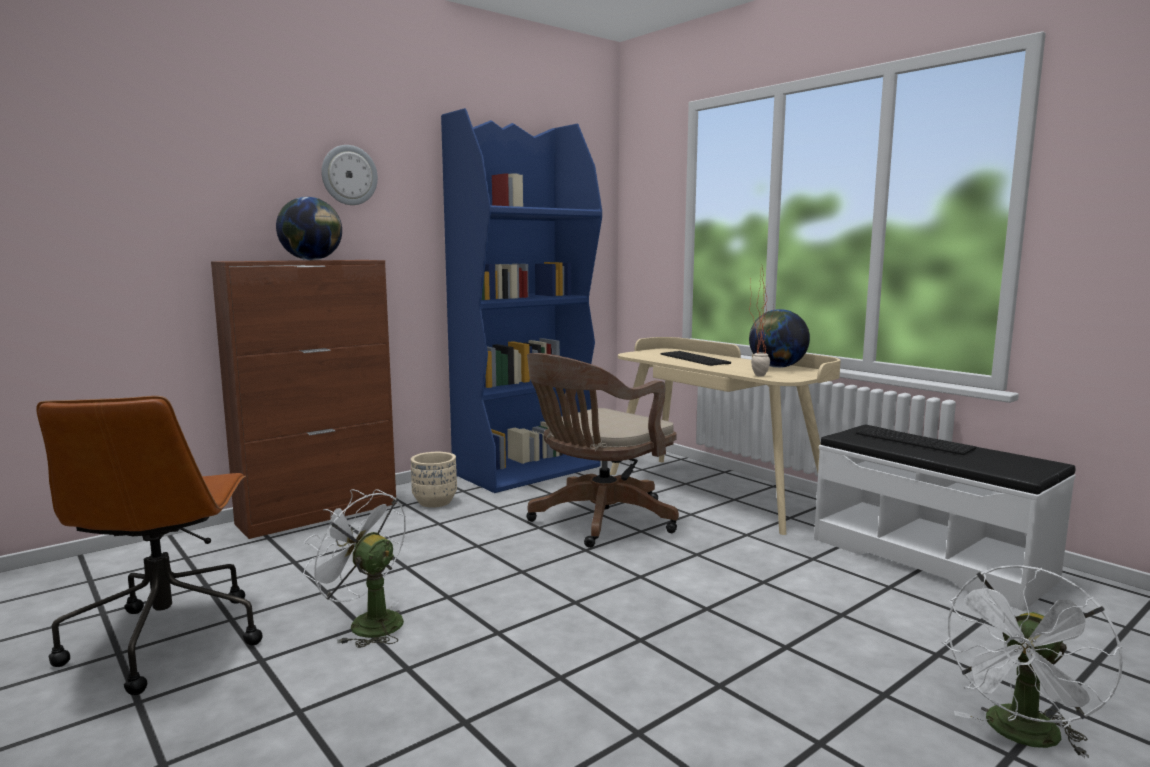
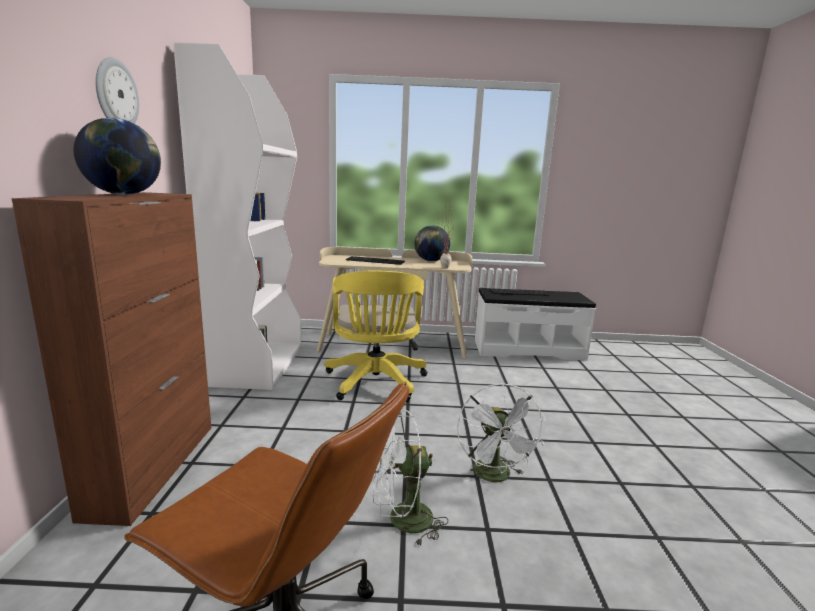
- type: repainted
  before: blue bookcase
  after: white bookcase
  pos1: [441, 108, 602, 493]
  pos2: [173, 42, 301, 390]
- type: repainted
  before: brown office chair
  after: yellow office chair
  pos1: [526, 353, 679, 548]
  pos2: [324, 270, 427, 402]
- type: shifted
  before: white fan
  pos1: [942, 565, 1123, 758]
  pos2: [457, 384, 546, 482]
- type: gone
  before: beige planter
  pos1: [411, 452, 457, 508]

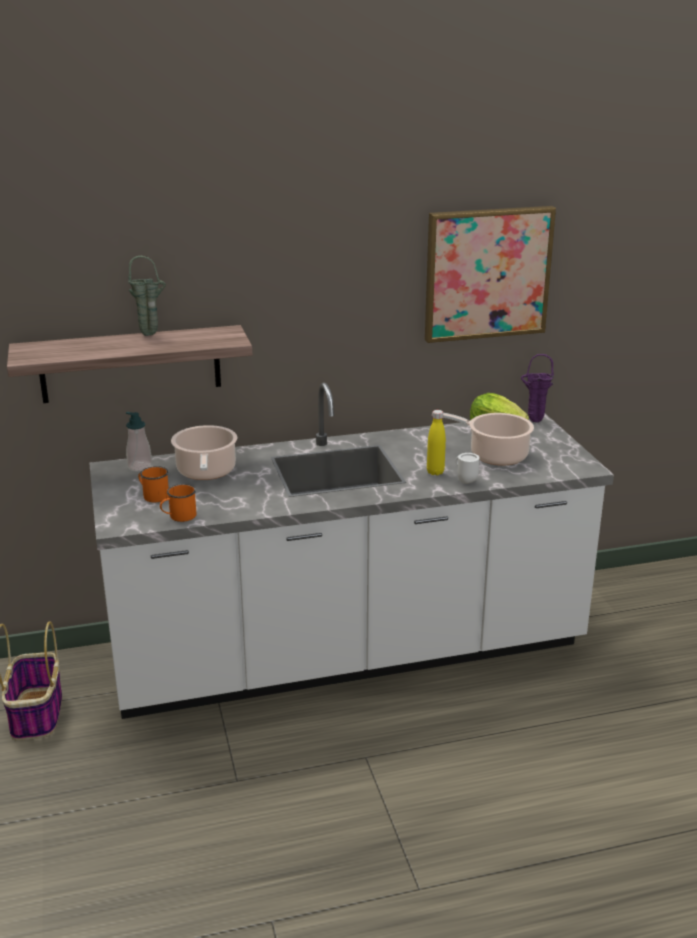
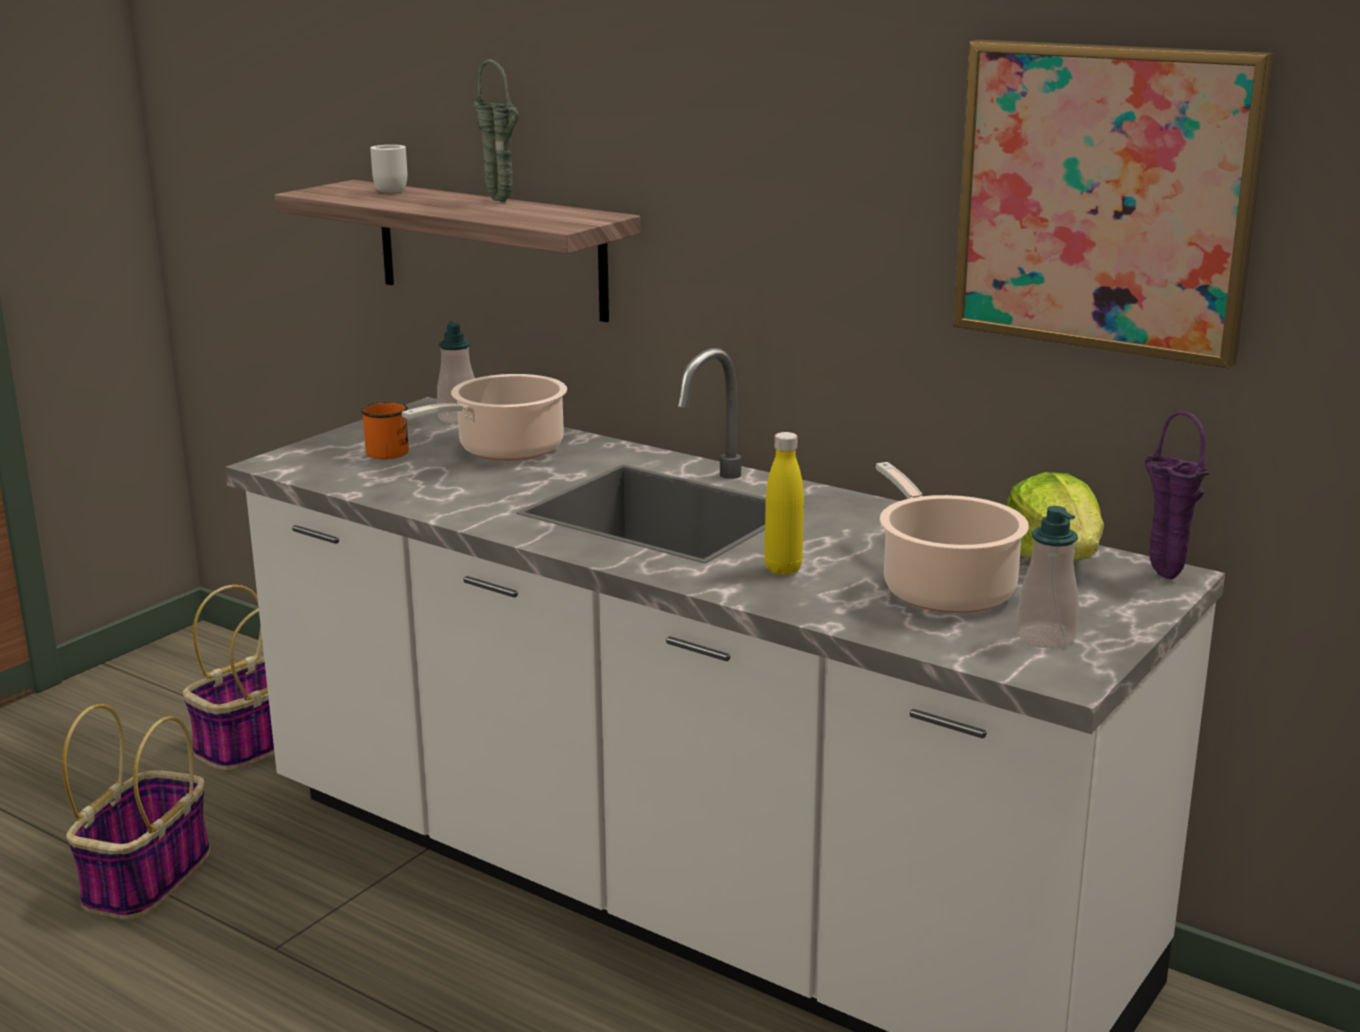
- type: new
  after: basket
  pos2: [62, 704, 210, 919]
- type: shifted
  before: white mug
  pos1: [456, 453, 480, 484]
  pos2: [370, 145, 407, 193]
- type: new
  after: soap dispenser
  pos2: [1017, 506, 1079, 649]
- type: gone
  before: orange mug
  pos1: [160, 484, 196, 522]

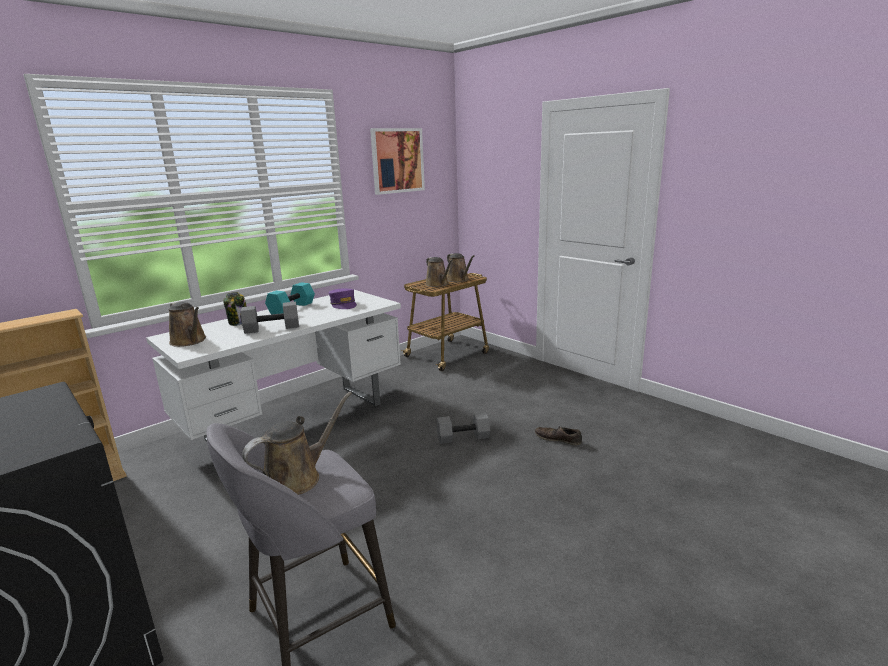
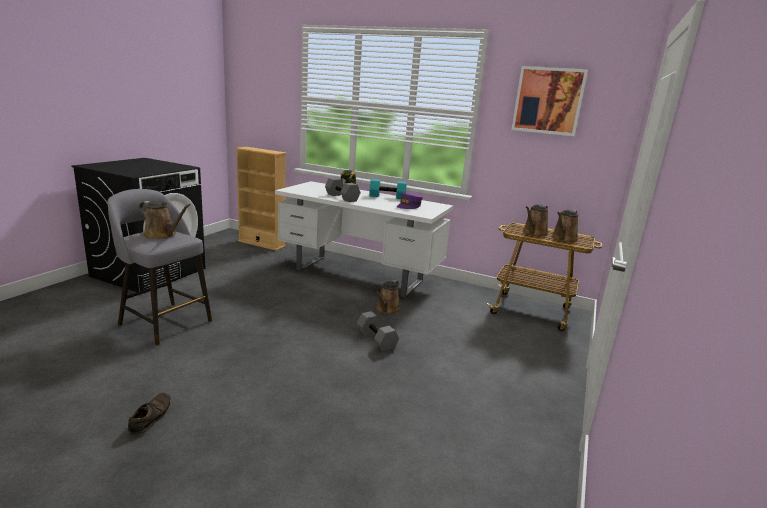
- type: shifted
  before: brown shoe
  pos1: [535, 427, 582, 445]
  pos2: [128, 393, 171, 435]
- type: shifted
  before: brown watering can
  pos1: [169, 302, 206, 347]
  pos2: [375, 280, 401, 314]

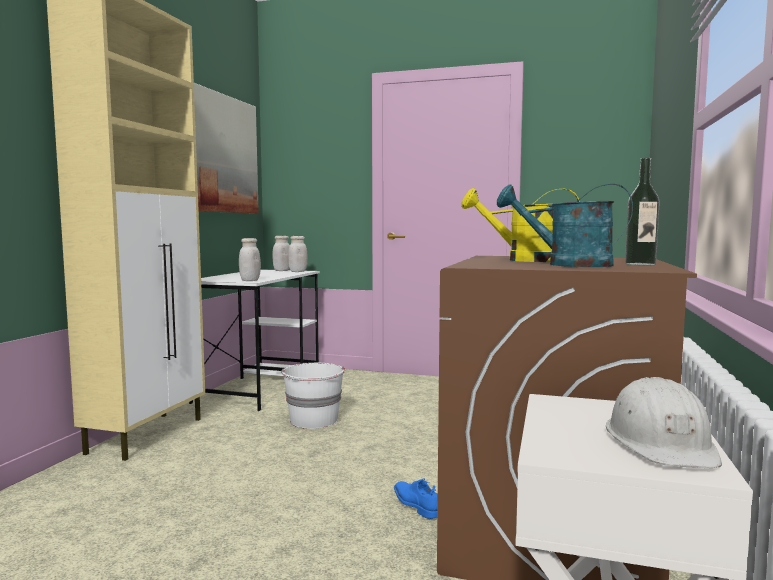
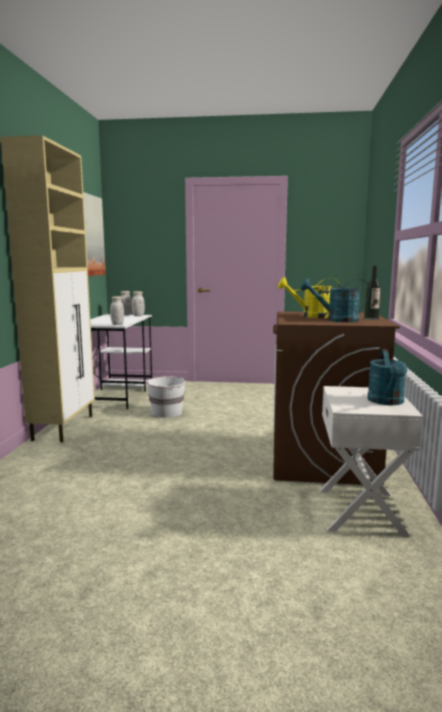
- type: swapped
  before: white hard hat
  after: turquoise watering can
  pos1: [606, 377, 722, 468]
  pos2: [367, 349, 407, 405]
- type: gone
  before: blue shoe
  pos1: [394, 478, 438, 519]

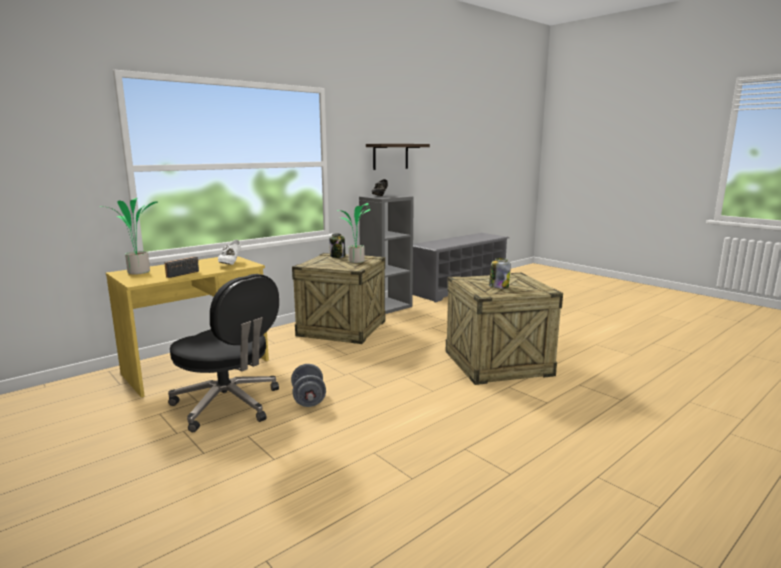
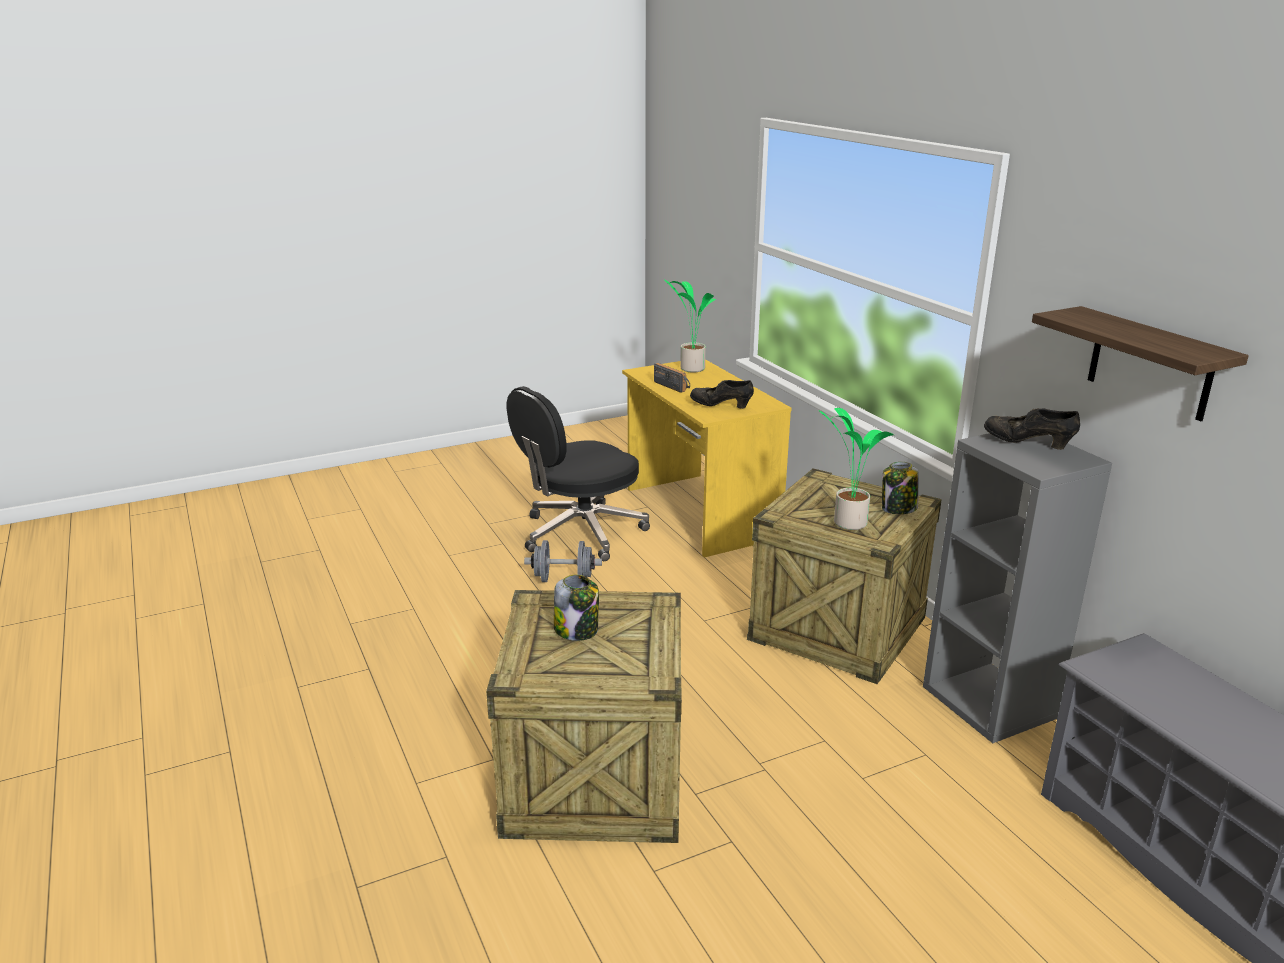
- type: repainted
  before: white shoe
  after: black shoe
  pos1: [218, 240, 241, 265]
  pos2: [690, 380, 754, 409]

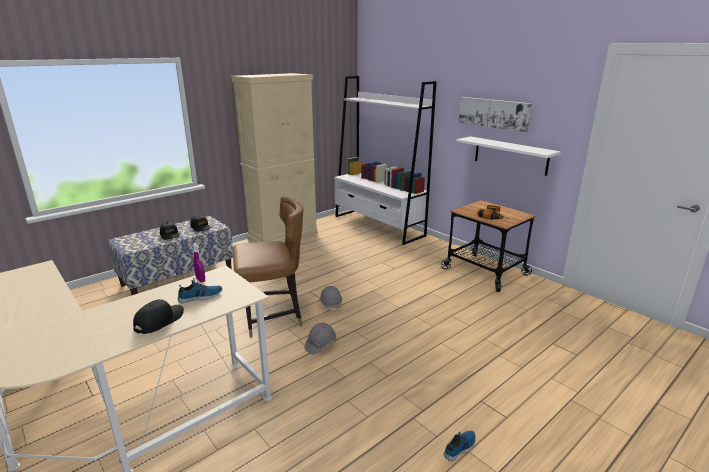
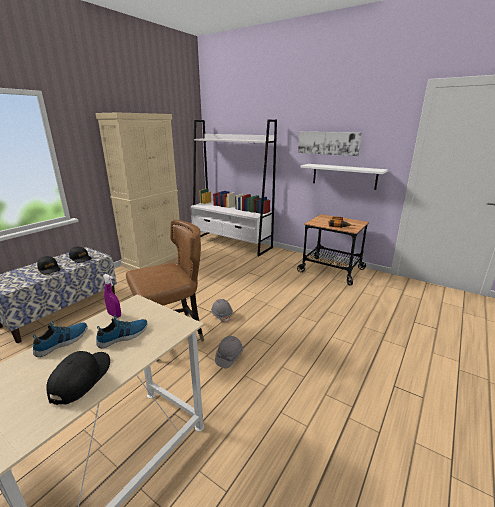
- type: shifted
  before: shoe
  pos1: [444, 431, 476, 461]
  pos2: [33, 321, 88, 357]

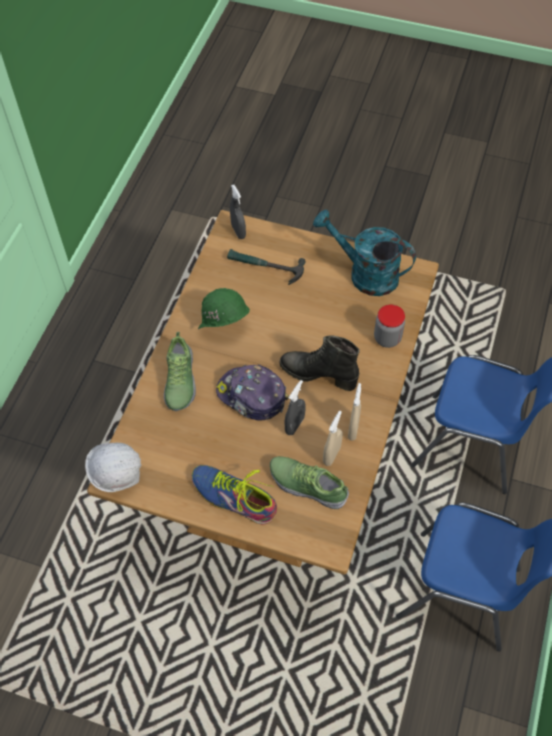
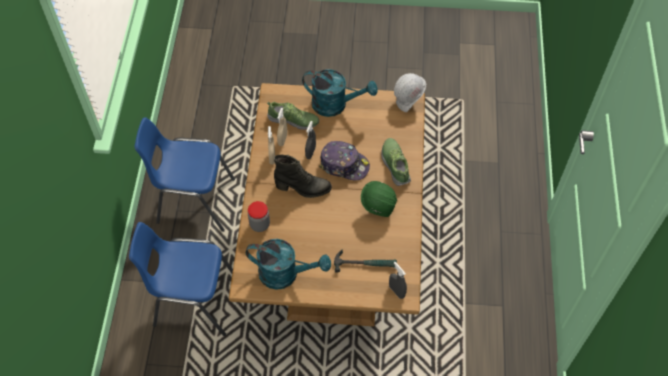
- type: swapped
  before: shoe
  after: turquoise watering can
  pos1: [192, 465, 277, 525]
  pos2: [302, 69, 378, 117]

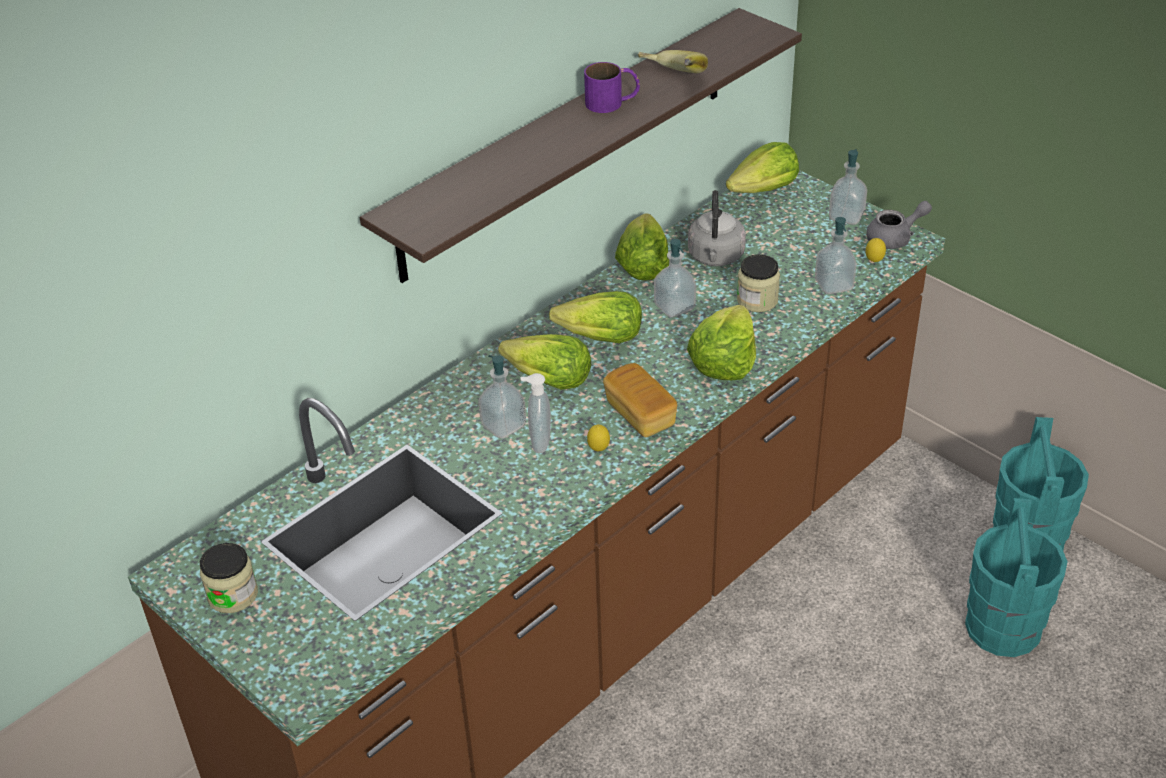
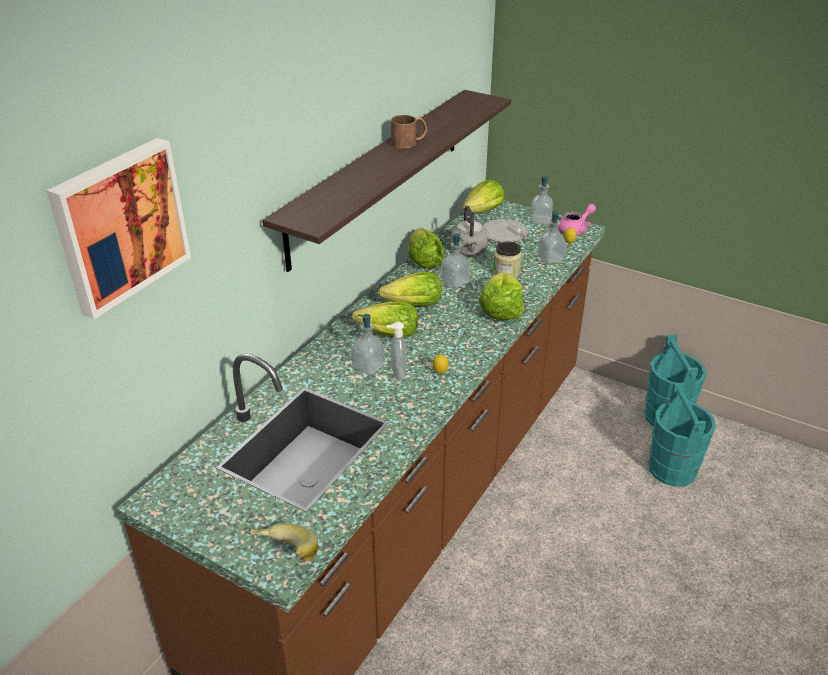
- type: new
  after: picture
  pos2: [46, 138, 191, 319]
- type: shifted
  before: banana
  pos1: [638, 50, 708, 73]
  pos2: [250, 523, 318, 561]
- type: repainted
  before: purple mug
  after: brown mug
  pos1: [584, 62, 640, 113]
  pos2: [391, 115, 427, 148]
- type: new
  after: plate
  pos2: [483, 219, 528, 242]
- type: repainted
  before: grey teapot
  after: pink teapot
  pos1: [866, 201, 932, 249]
  pos2: [558, 204, 596, 235]
- type: gone
  before: jar
  pos1: [200, 543, 258, 613]
- type: gone
  before: bread
  pos1: [603, 363, 677, 437]

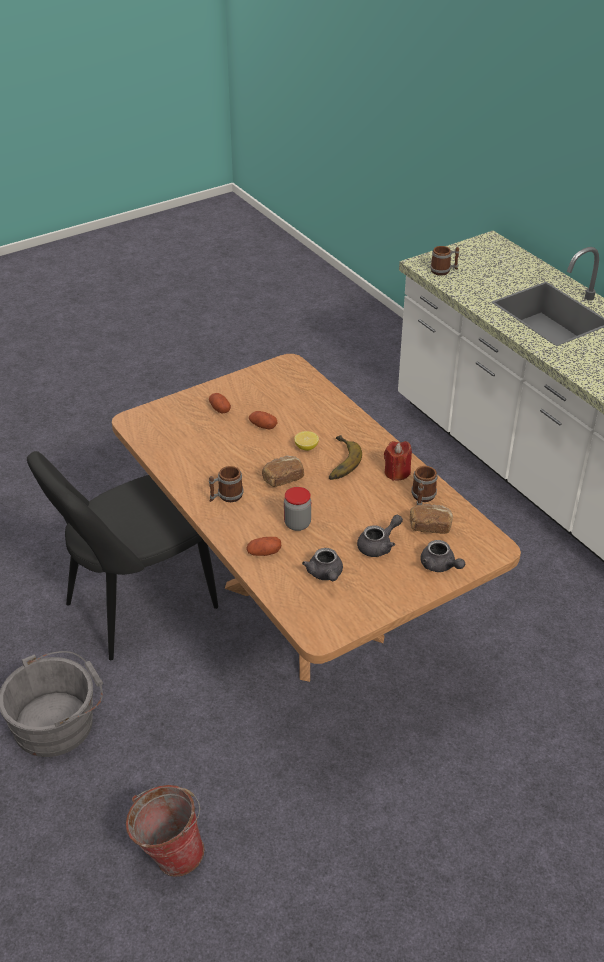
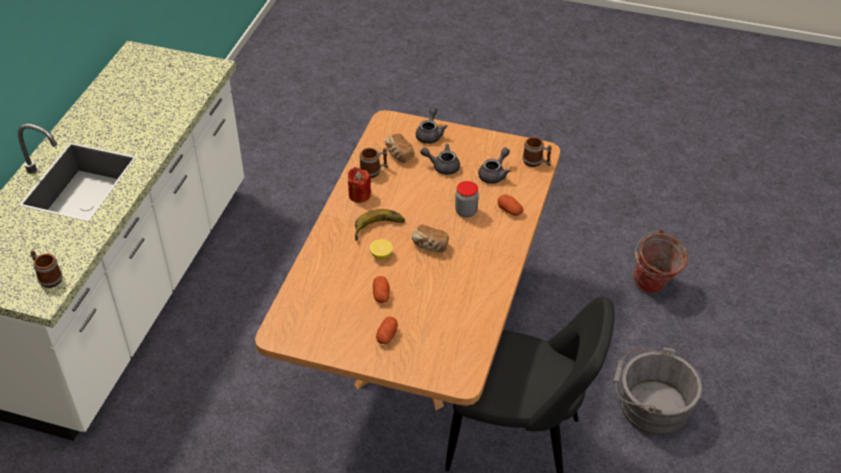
- type: shifted
  before: mug
  pos1: [209, 466, 244, 502]
  pos2: [522, 137, 552, 167]

